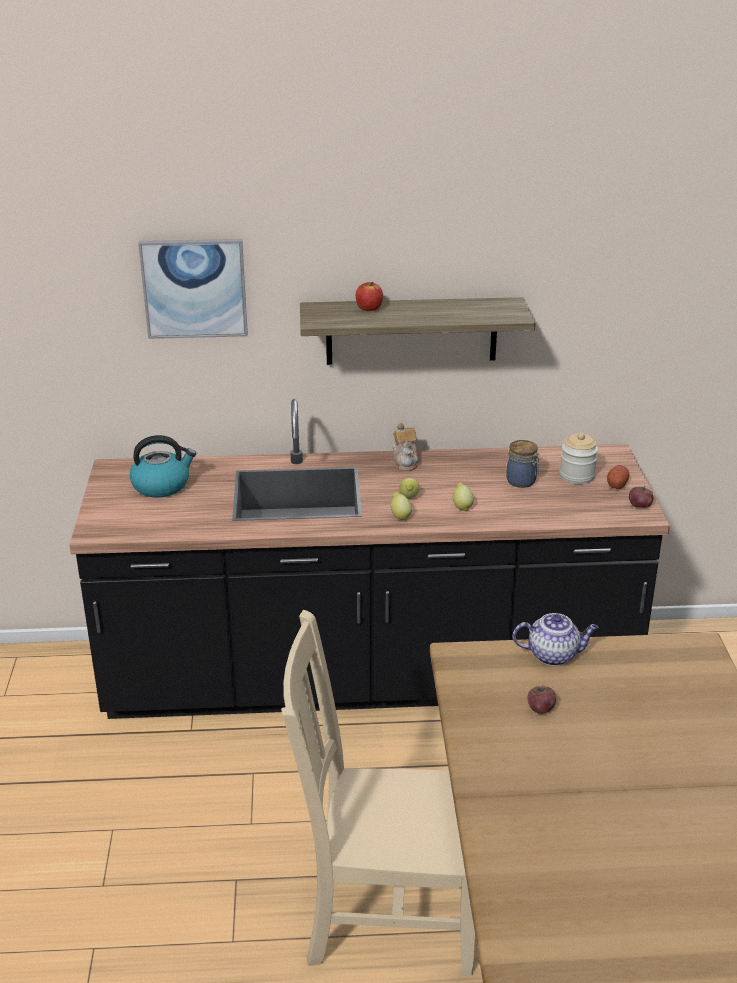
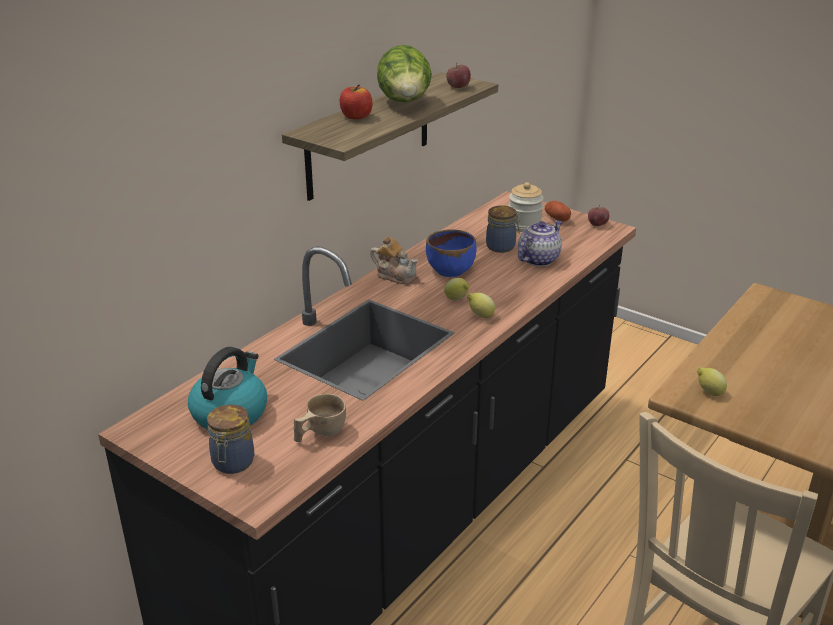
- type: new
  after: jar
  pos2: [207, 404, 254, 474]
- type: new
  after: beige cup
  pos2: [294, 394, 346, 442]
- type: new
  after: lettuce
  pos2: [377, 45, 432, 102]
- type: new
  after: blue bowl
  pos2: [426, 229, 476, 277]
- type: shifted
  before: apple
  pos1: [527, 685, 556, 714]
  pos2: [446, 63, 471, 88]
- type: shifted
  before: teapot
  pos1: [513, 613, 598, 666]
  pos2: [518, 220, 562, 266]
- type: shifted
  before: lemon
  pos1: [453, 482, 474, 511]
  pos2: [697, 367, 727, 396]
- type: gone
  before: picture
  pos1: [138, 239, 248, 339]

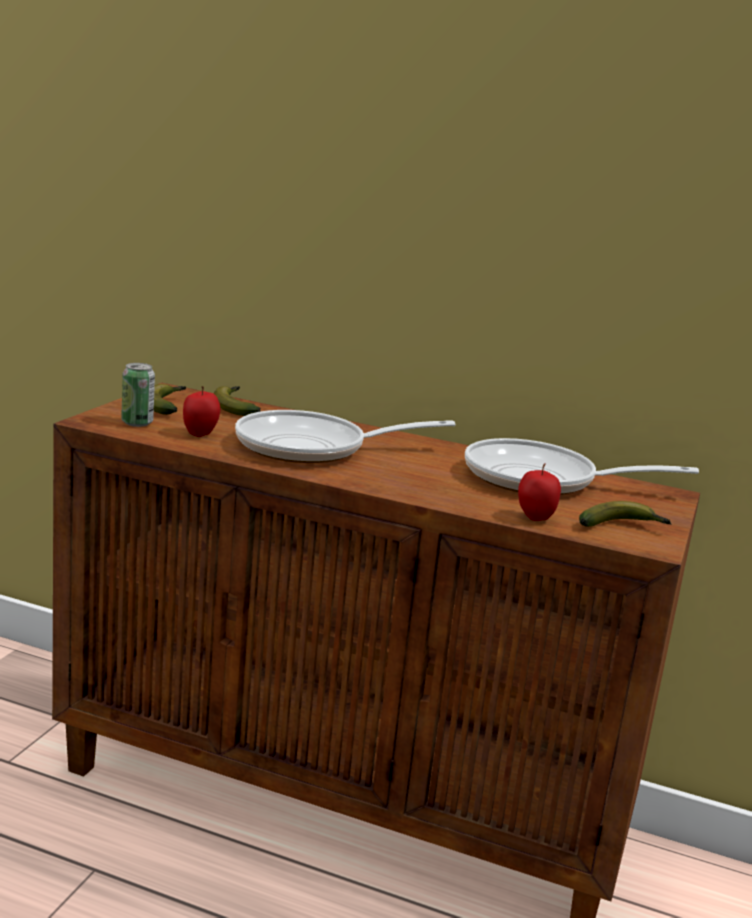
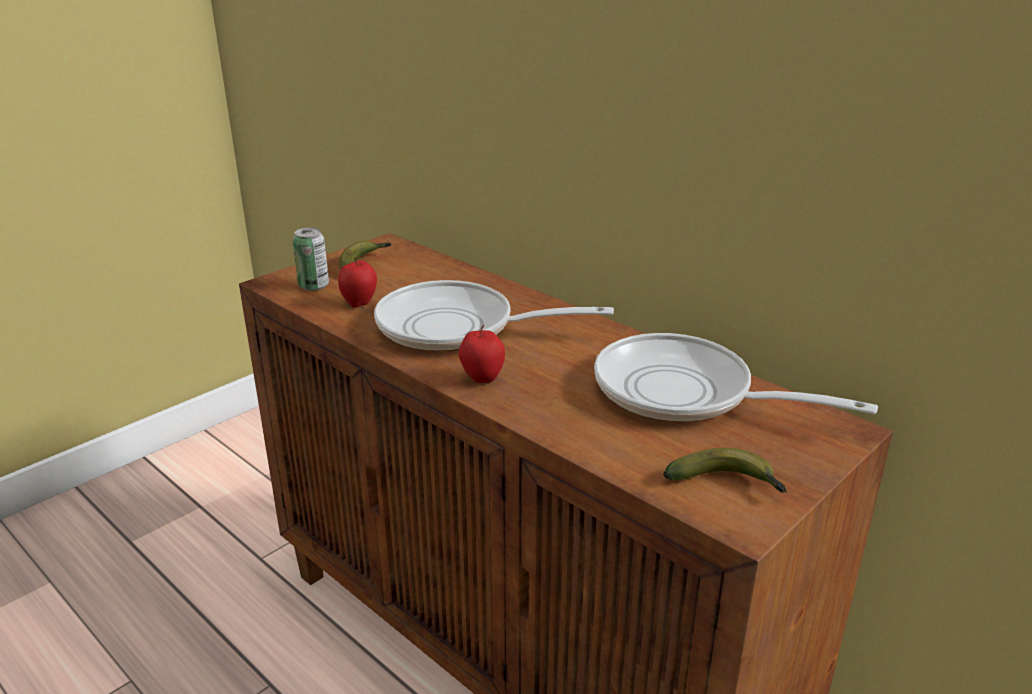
- type: shifted
  before: apple
  pos1: [518, 463, 561, 521]
  pos2: [459, 325, 505, 383]
- type: gone
  before: banana
  pos1: [214, 386, 261, 416]

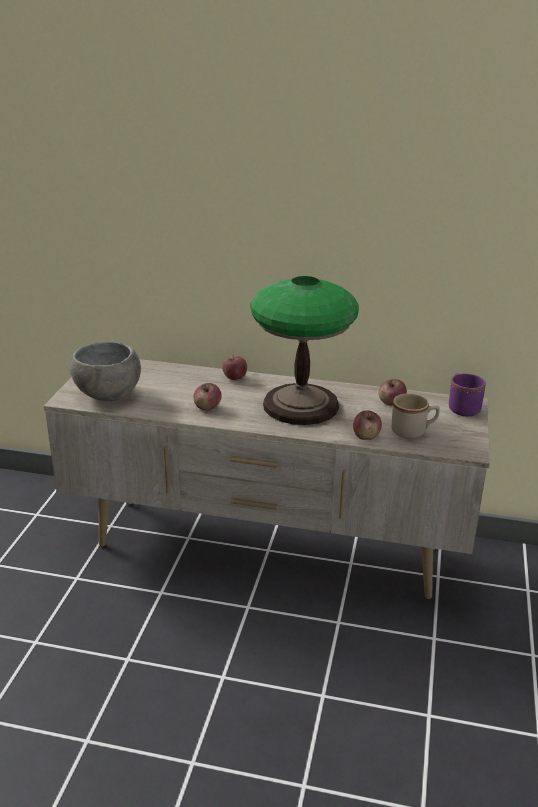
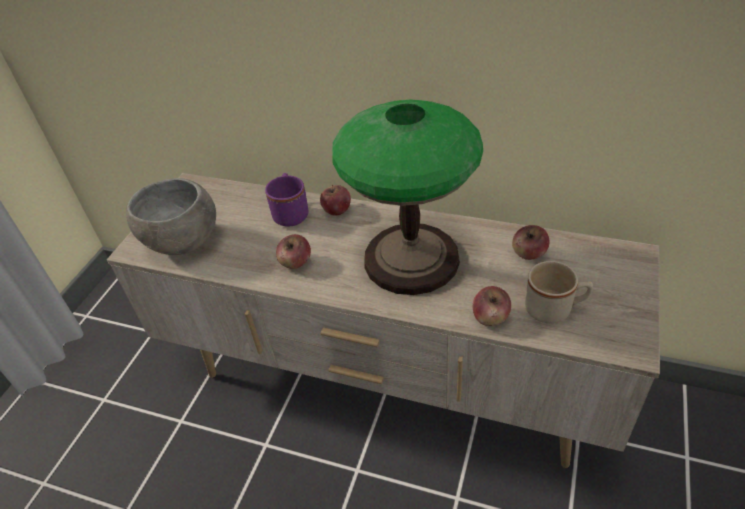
- type: shifted
  before: purple mug
  pos1: [449, 373, 486, 416]
  pos2: [265, 173, 308, 227]

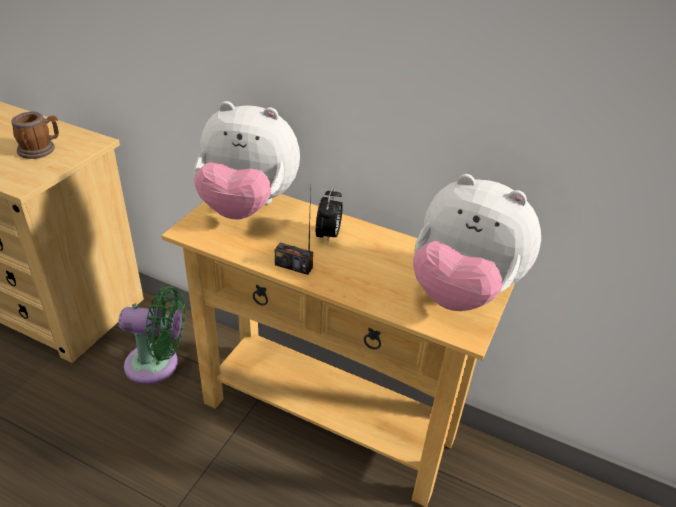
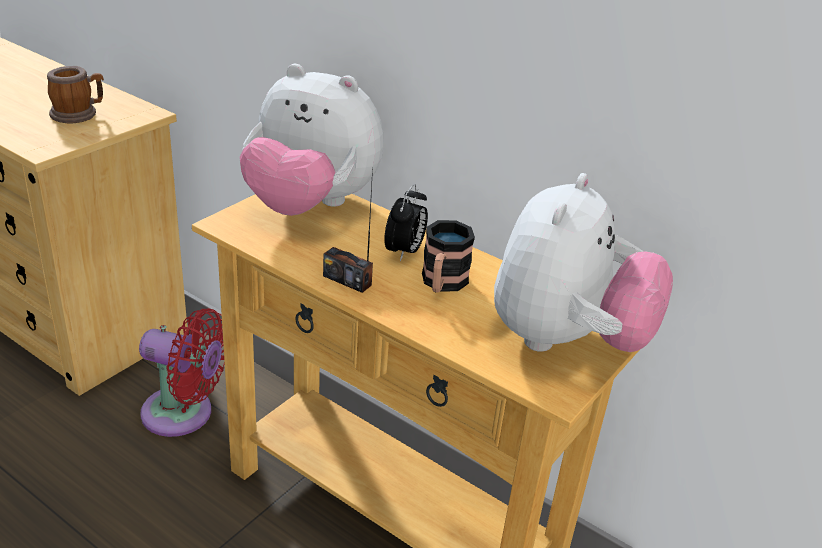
- type: repainted
  before: green fan
  after: red fan
  pos1: [118, 286, 185, 385]
  pos2: [139, 308, 225, 437]
- type: new
  after: mug
  pos2: [422, 220, 475, 292]
- type: rotated
  before: plush toy
  pos1: [413, 174, 541, 311]
  pos2: [494, 173, 673, 352]
  turn: -105

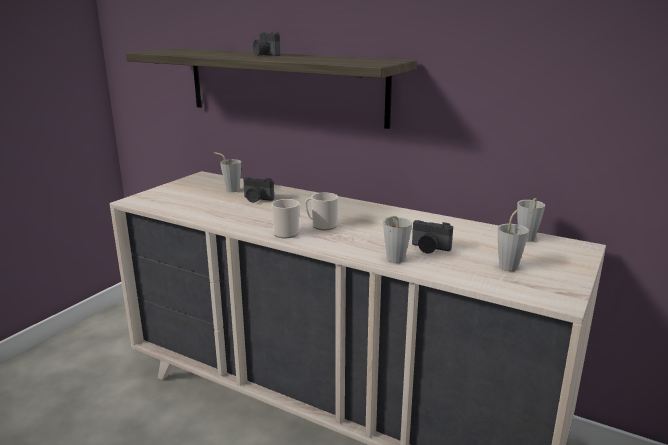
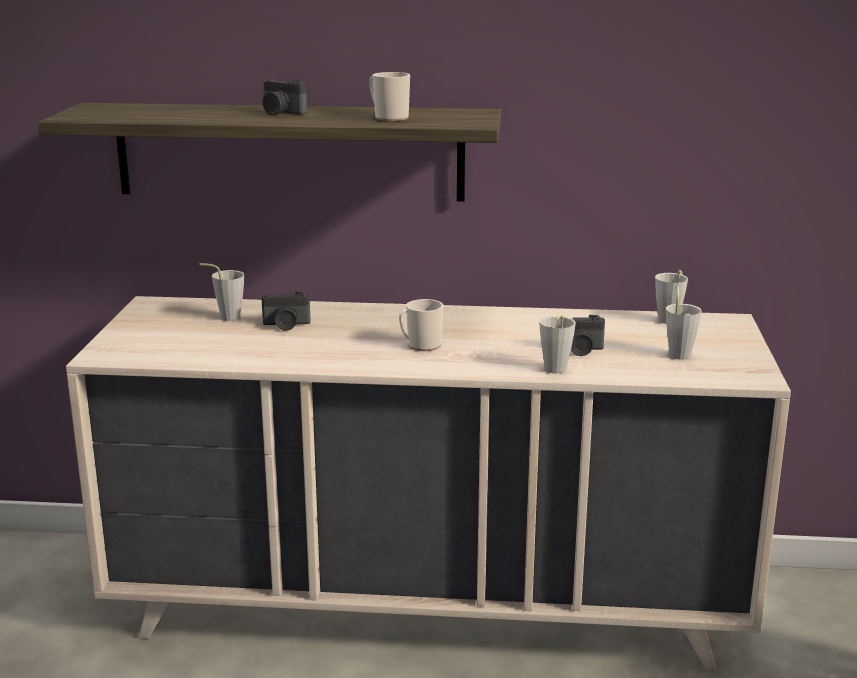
- type: shifted
  before: mug
  pos1: [271, 199, 299, 238]
  pos2: [369, 72, 410, 121]

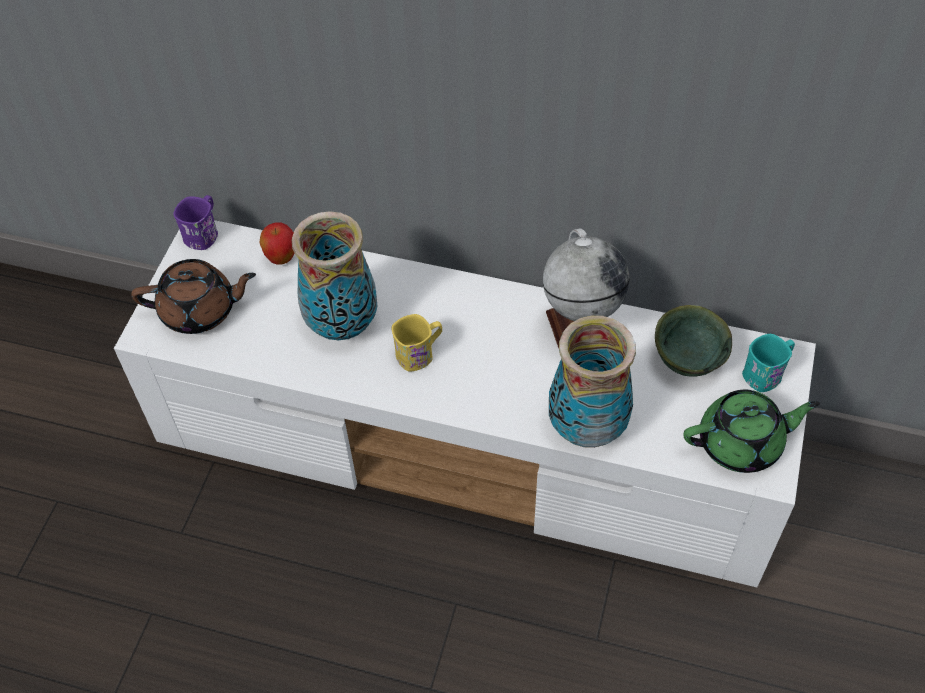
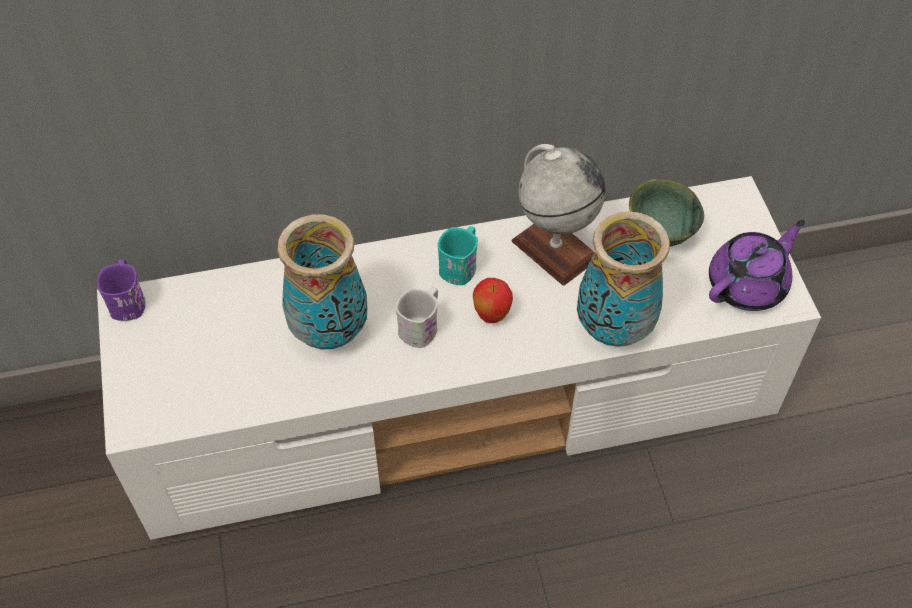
- type: repainted
  before: yellow mug
  after: white mug
  pos1: [391, 314, 442, 372]
  pos2: [395, 287, 438, 348]
- type: shifted
  before: turquoise mug
  pos1: [742, 334, 795, 392]
  pos2: [437, 226, 478, 285]
- type: shifted
  before: apple
  pos1: [259, 222, 294, 265]
  pos2: [473, 278, 513, 323]
- type: repainted
  before: green teapot
  after: purple teapot
  pos1: [683, 390, 820, 473]
  pos2: [709, 220, 805, 311]
- type: gone
  before: brown teapot
  pos1: [131, 259, 256, 334]

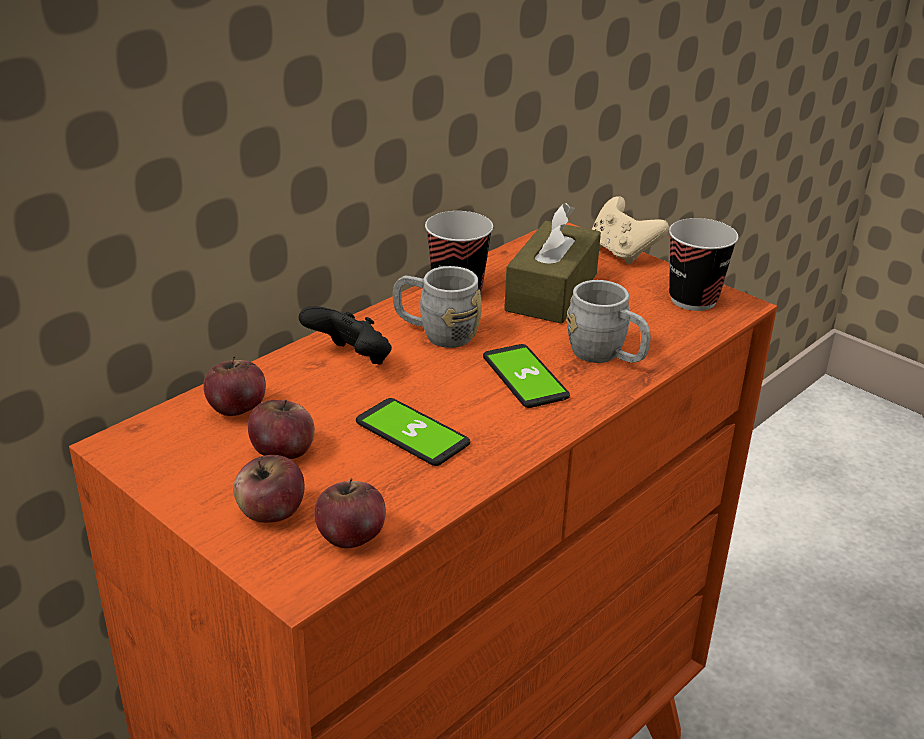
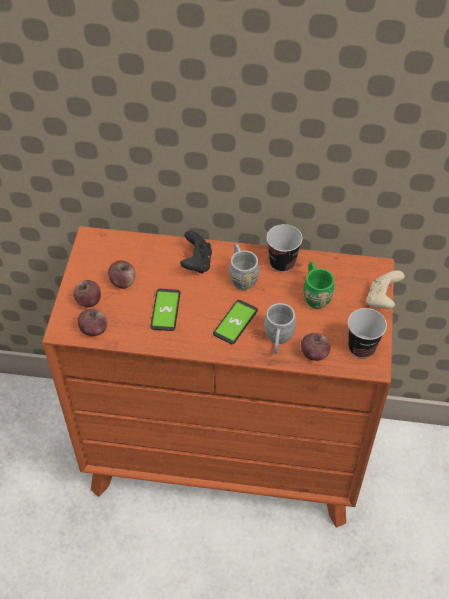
- type: shifted
  before: apple
  pos1: [203, 356, 266, 416]
  pos2: [301, 333, 331, 361]
- type: swapped
  before: brown tissue box
  after: green mug
  pos1: [504, 203, 601, 324]
  pos2: [304, 261, 335, 309]

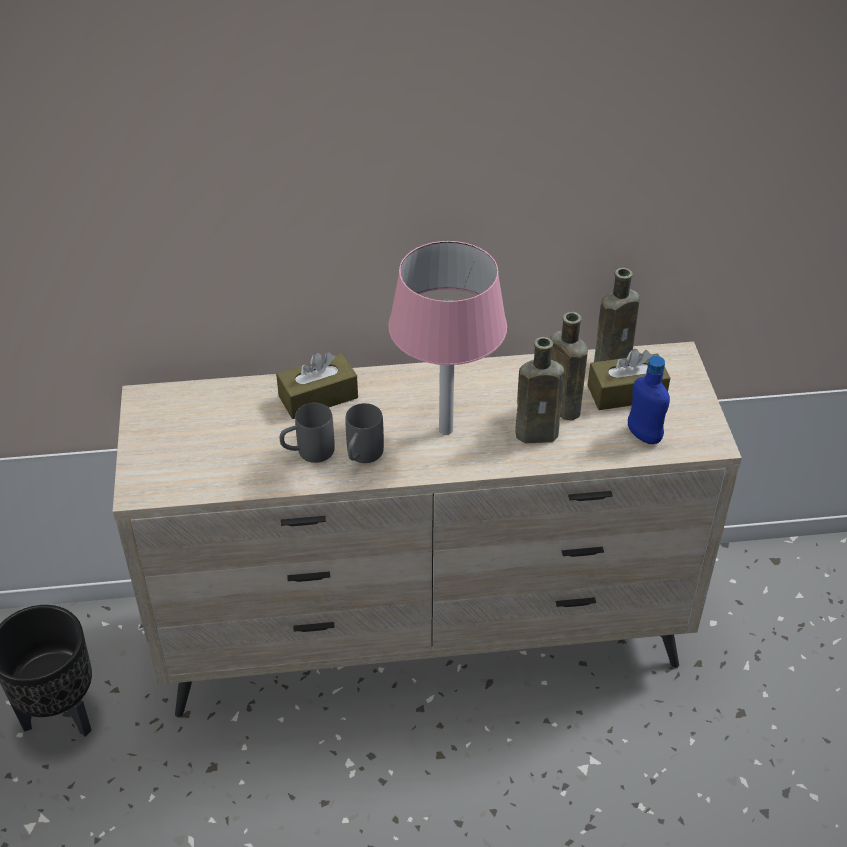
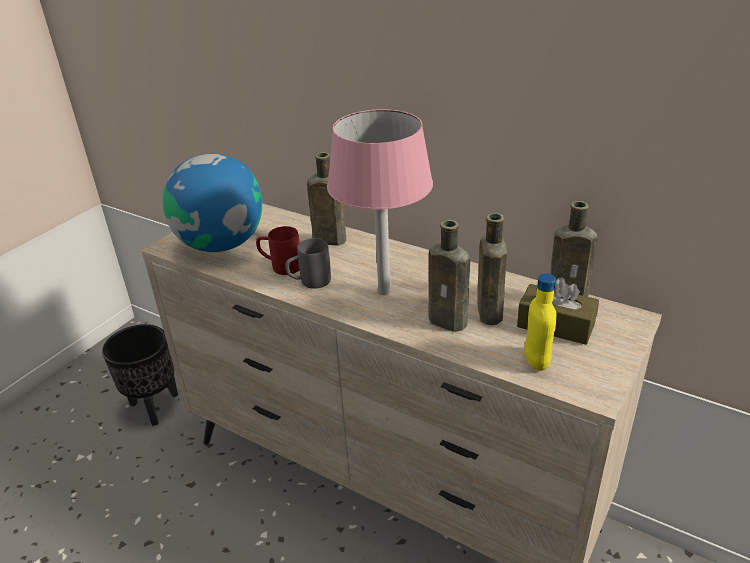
- type: new
  after: globe
  pos2: [163, 154, 262, 252]
- type: repainted
  before: grey mug
  after: red mug
  pos1: [280, 403, 335, 463]
  pos2: [256, 226, 300, 275]
- type: swapped
  before: brown tissue box
  after: brown bottle
  pos1: [276, 352, 358, 419]
  pos2: [307, 152, 346, 246]
- type: repainted
  before: blue bottle
  after: yellow bottle
  pos1: [628, 356, 670, 444]
  pos2: [524, 273, 557, 371]

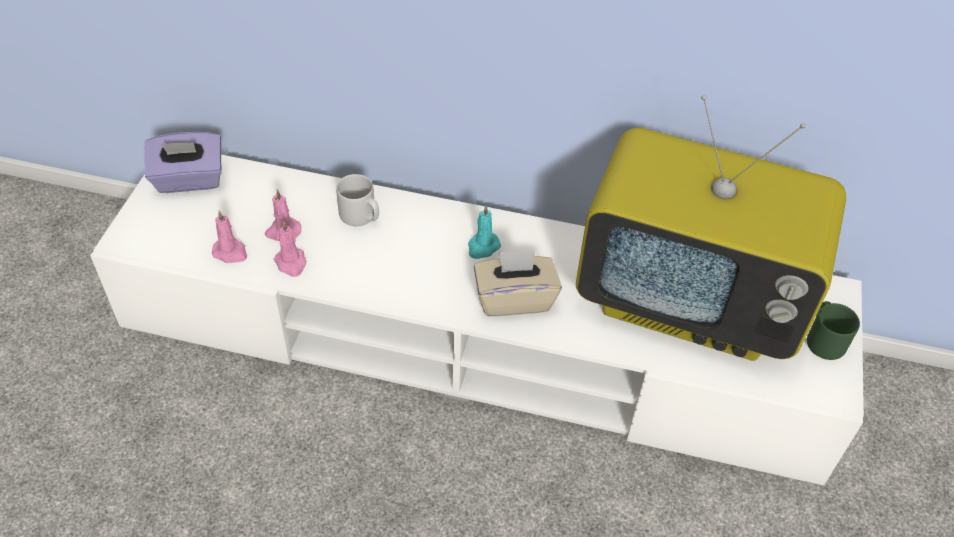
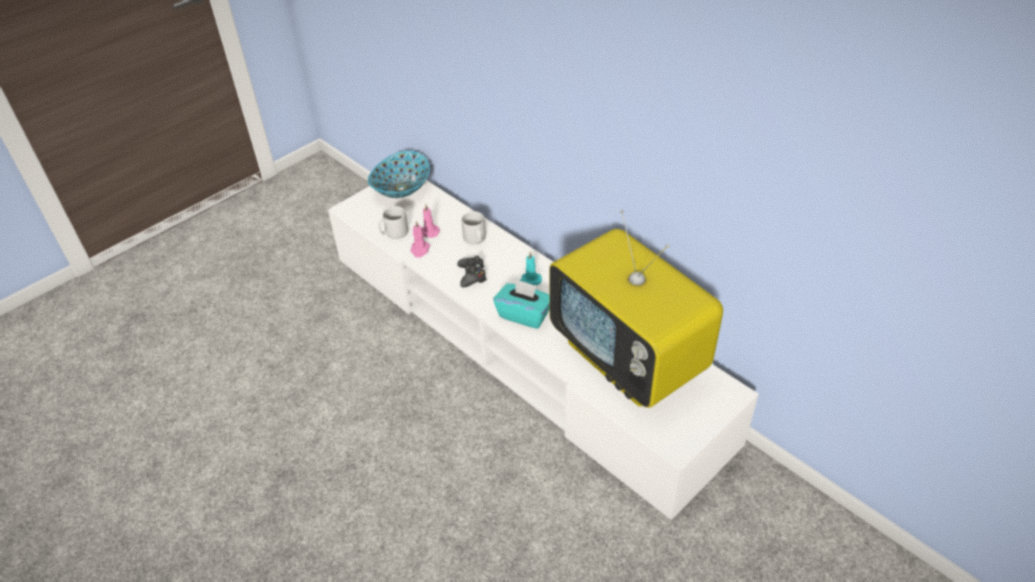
- type: swapped
  before: purple tissue box
  after: bowl
  pos1: [144, 132, 221, 193]
  pos2: [368, 151, 430, 198]
- type: swapped
  before: pink candle
  after: grey mug
  pos1: [212, 210, 247, 263]
  pos2: [379, 206, 408, 239]
- type: new
  after: black game controller
  pos2: [457, 256, 487, 287]
- type: repainted
  before: beige tissue box
  after: turquoise tissue box
  pos1: [474, 251, 562, 316]
  pos2: [493, 279, 550, 329]
- type: gone
  before: green mug
  pos1: [807, 301, 860, 360]

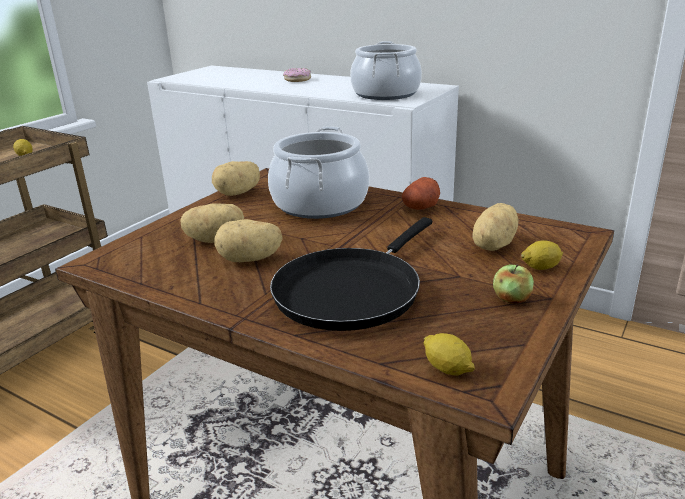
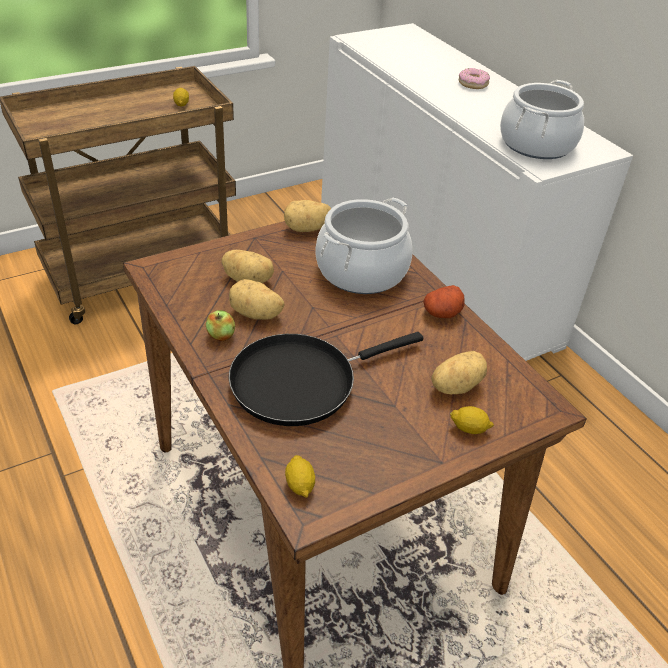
- type: shifted
  before: apple
  pos1: [493, 264, 534, 304]
  pos2: [206, 310, 235, 341]

